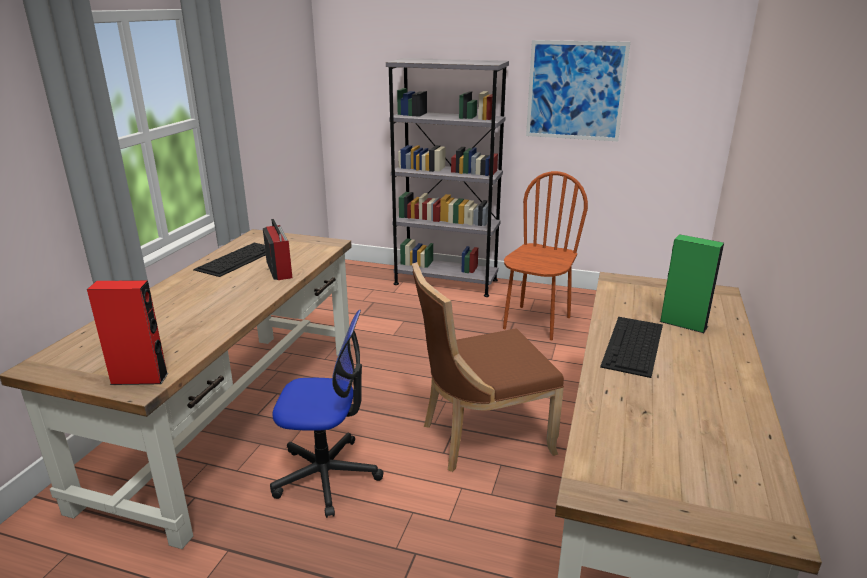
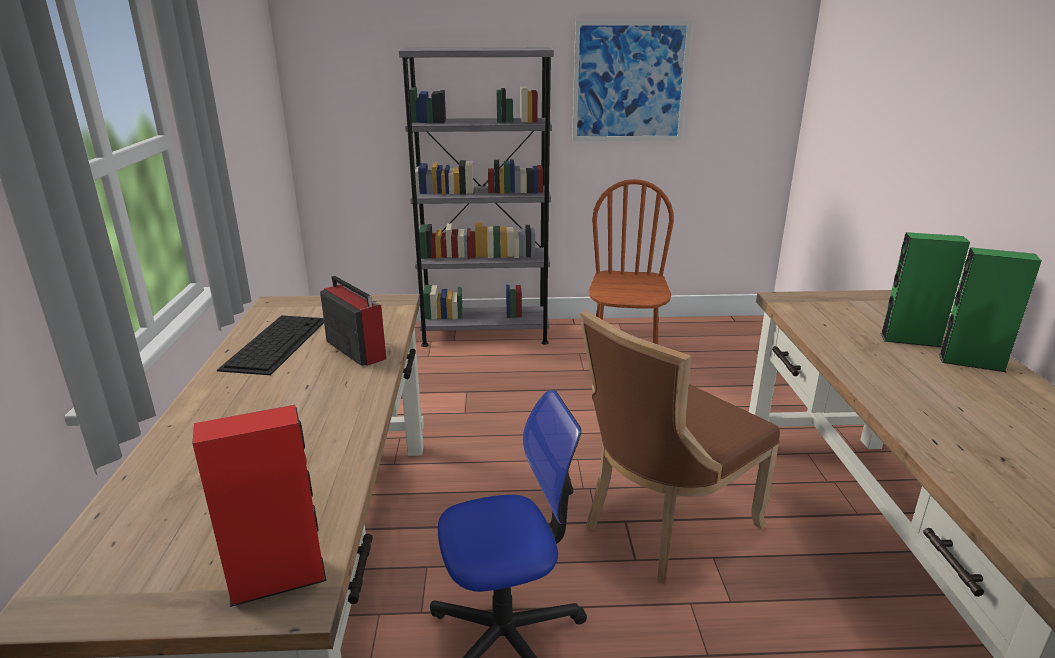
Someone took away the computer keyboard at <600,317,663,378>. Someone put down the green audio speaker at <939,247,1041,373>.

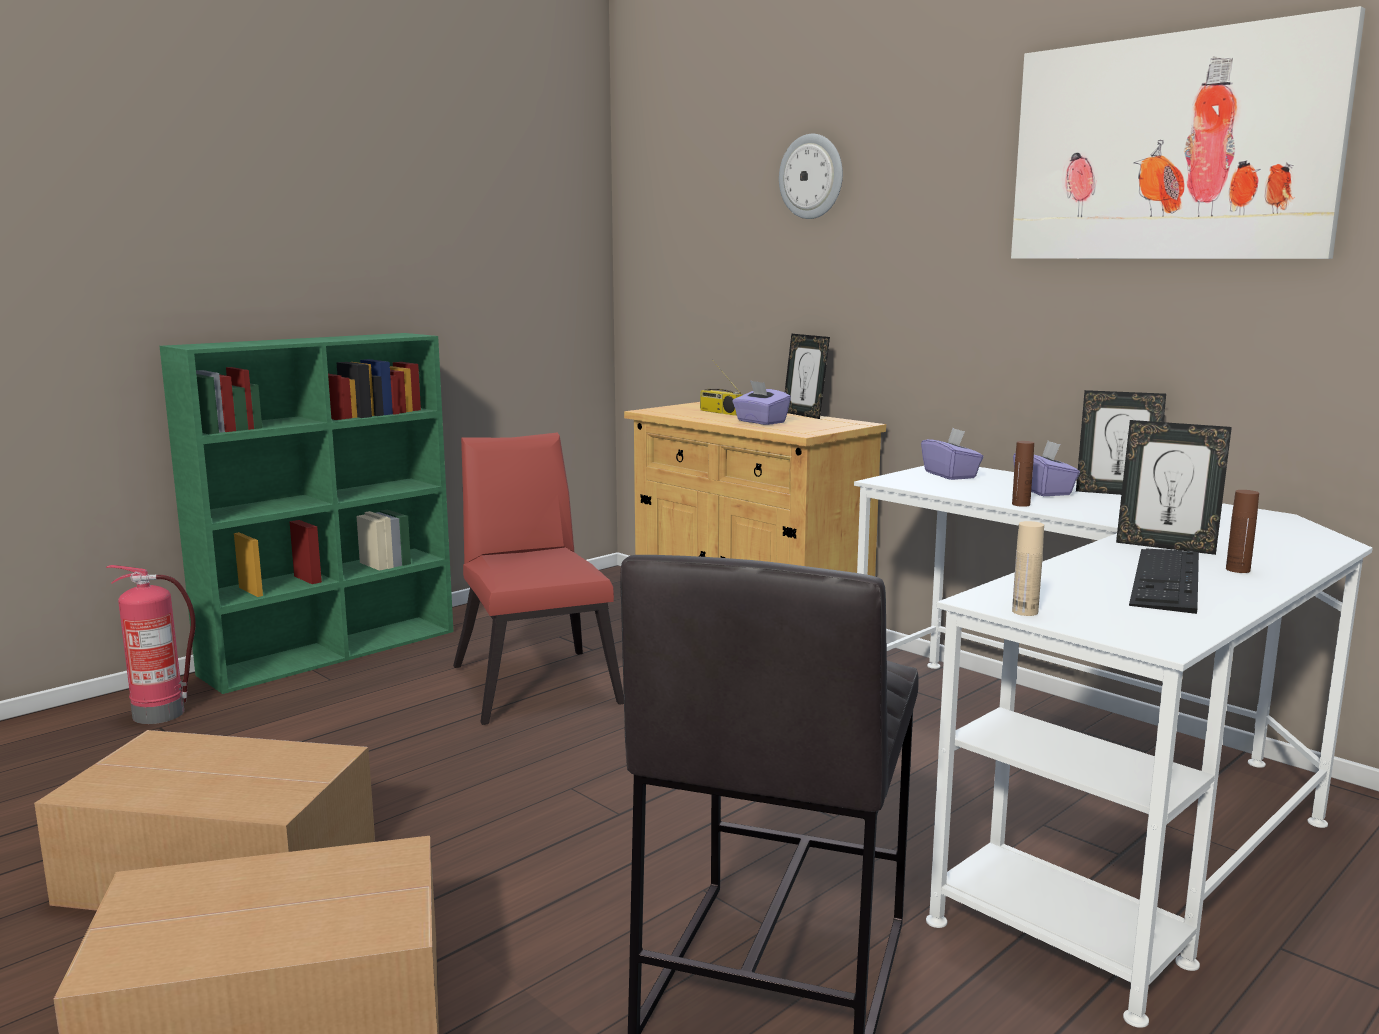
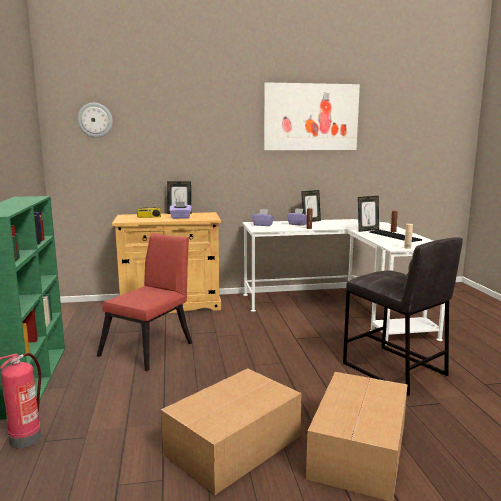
Someone carried the wall clock from <779,134,843,219> to <77,103,113,138>. Someone rotated the red-coloured upright chair at <453,433,624,725> by 105 degrees clockwise.

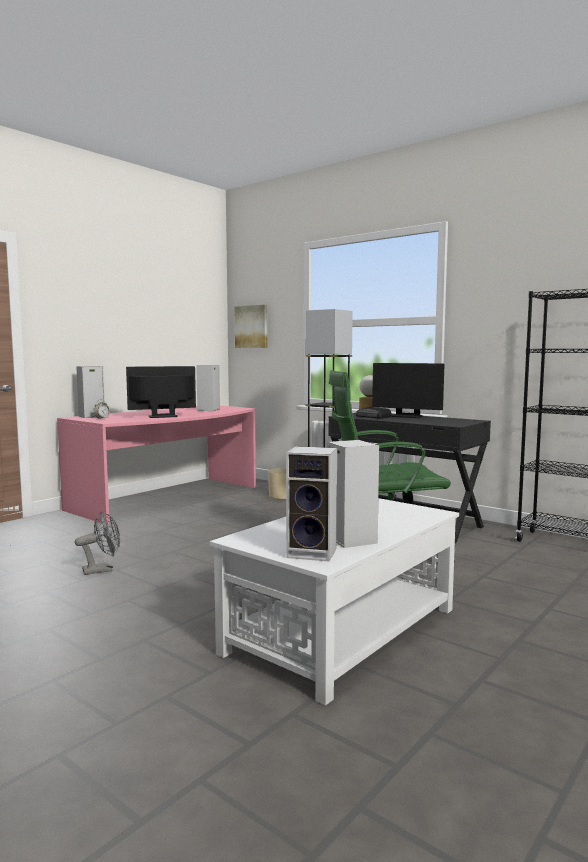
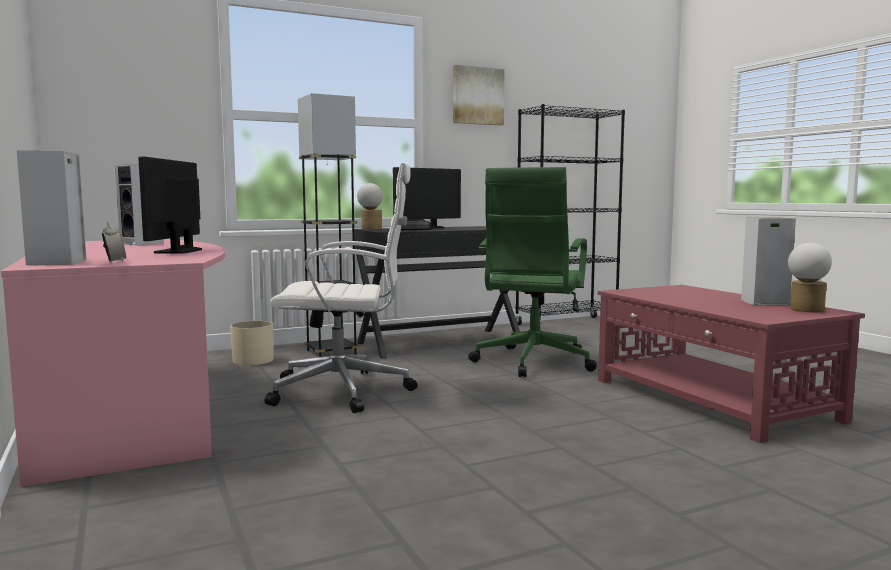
Someone carried the wall art from <234,304,267,348> to <453,65,504,126>. Someone swapped the audio speaker at <286,446,337,562> for the table lamp at <788,243,832,312>. Someone repainted the white lounge table at <210,498,459,706>, which became the red-coloured lounge table at <598,285,865,443>. Someone took away the greyish cooling fan at <75,511,120,575>. Someone put down the white desk chair at <265,163,417,413>.

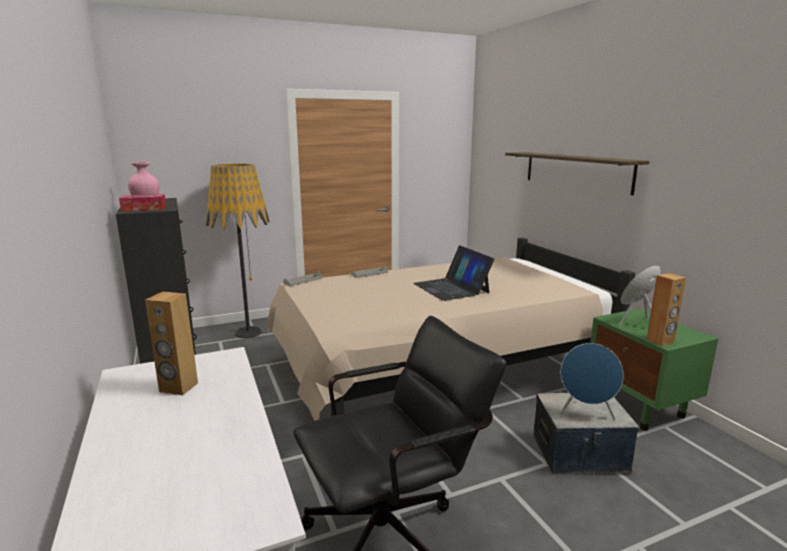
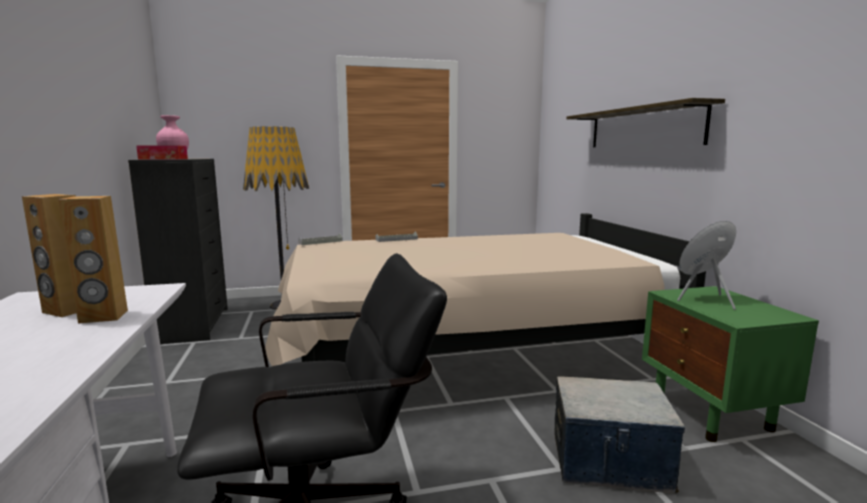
Someone took away the portable computer at <413,245,494,301>. Someone carried the brown audio speaker from <646,273,686,346> to <58,196,128,324>. Someone took away the bluish audio speaker at <559,343,624,420>.

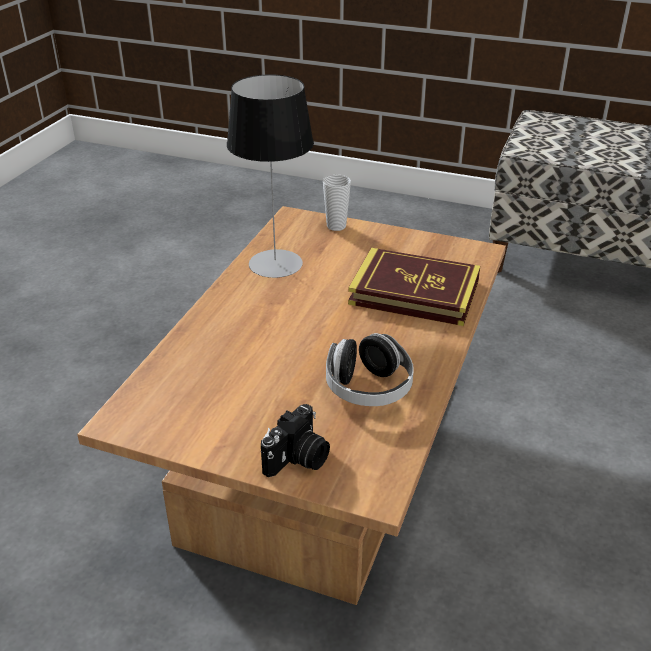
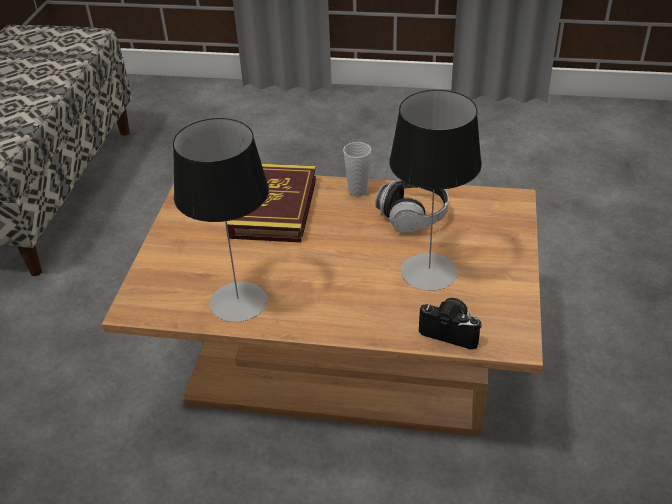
Someone carried the small cup from <323,175,351,231> to <343,142,371,196>. Someone carried the still camera from <261,404,330,477> to <419,298,482,349>. Someone put down the table lamp at <389,90,482,291>.

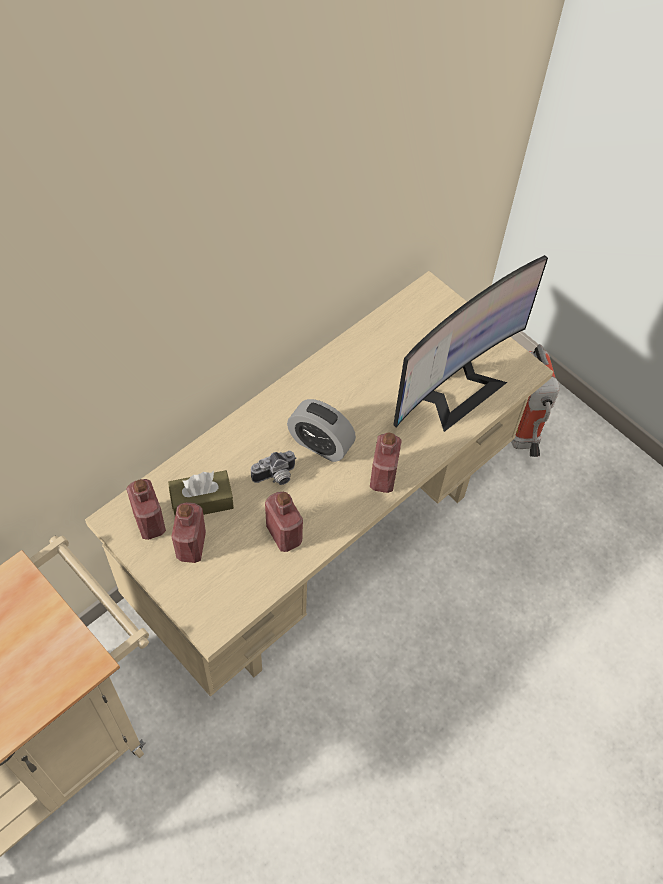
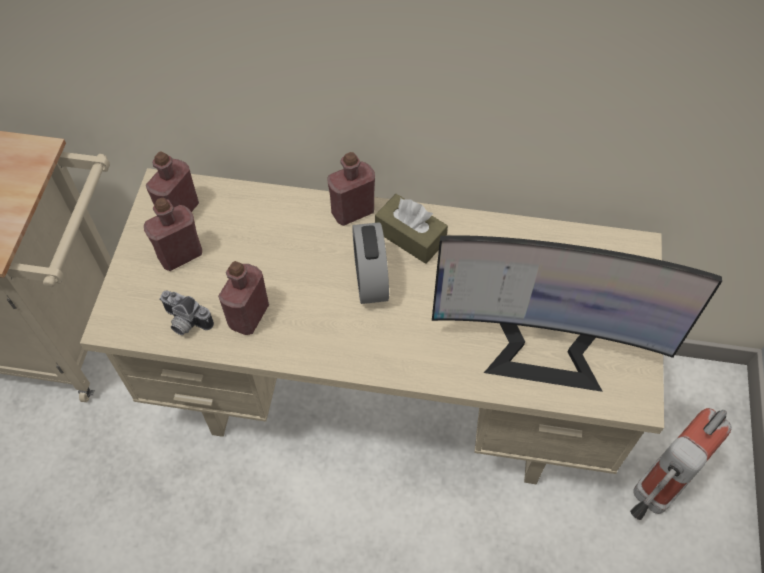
Someone carried the red-coloured beverage bottle from <370,432,402,493> to <327,152,375,226>. Someone carried the still camera from <251,451,297,485> to <160,291,214,335>. Someone carried the brown box of tissues from <168,470,234,515> to <375,194,448,264>.

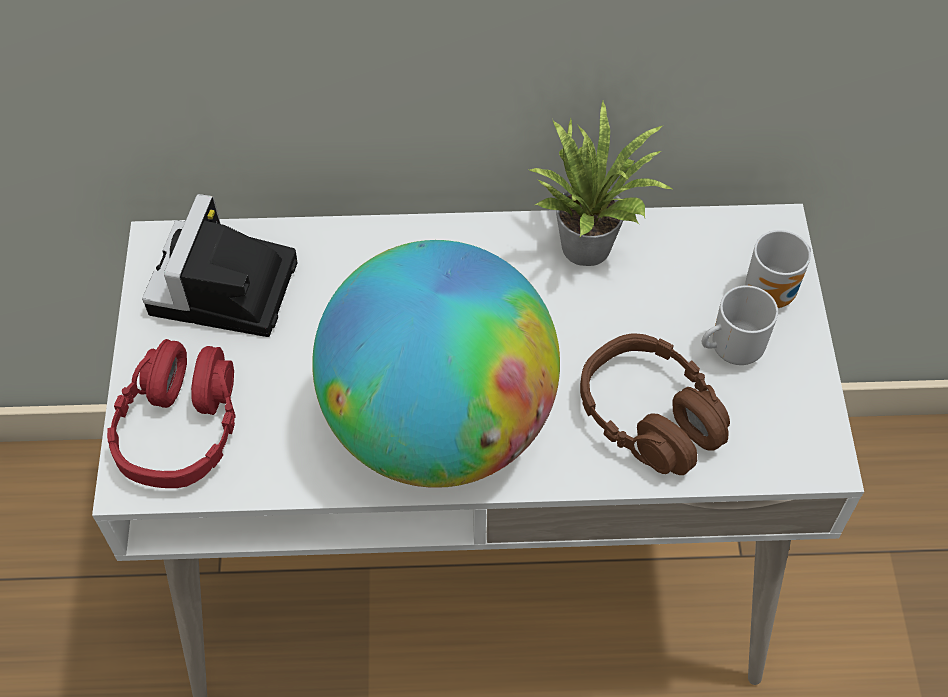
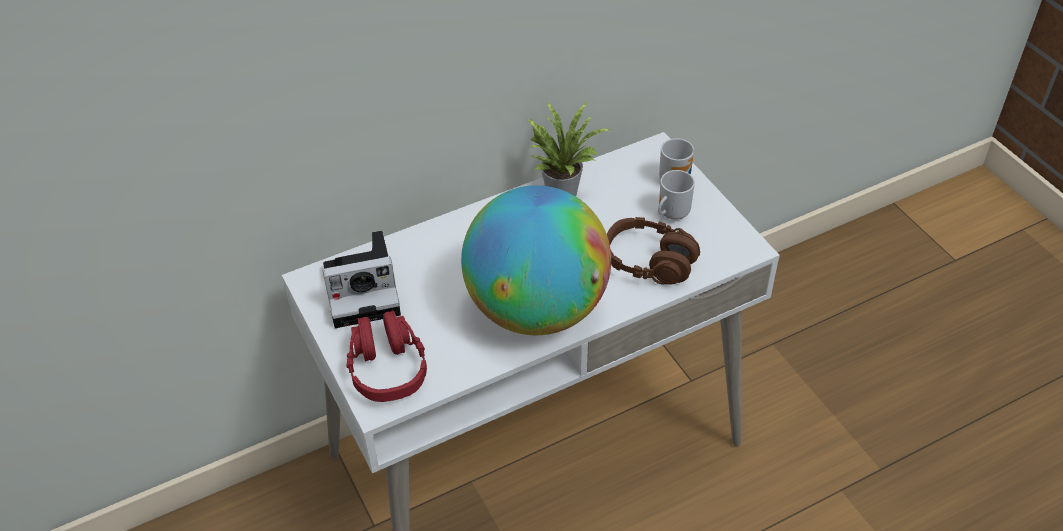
Someone rotated the still camera at <142,194,298,337> by 90 degrees counterclockwise.

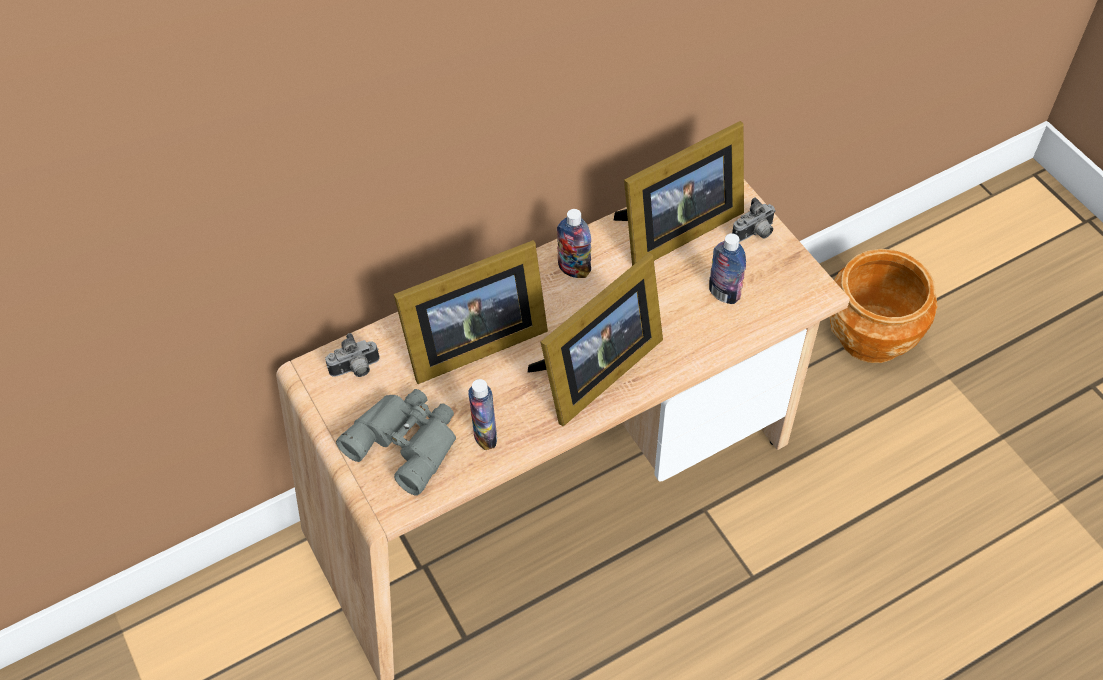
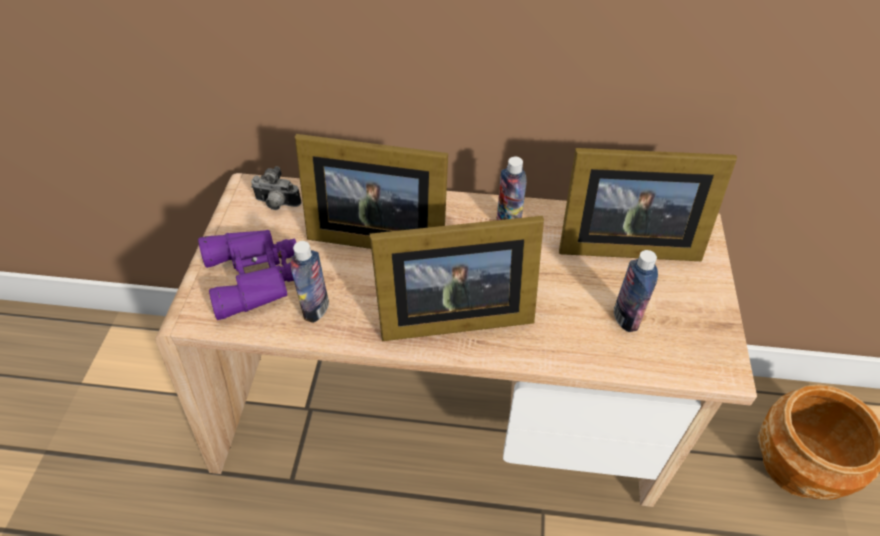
Someone took away the still camera at <732,197,776,242>. Someone repainted the greyish pair of binoculars at <336,389,456,496>, which became the purplish pair of binoculars at <198,230,296,320>.

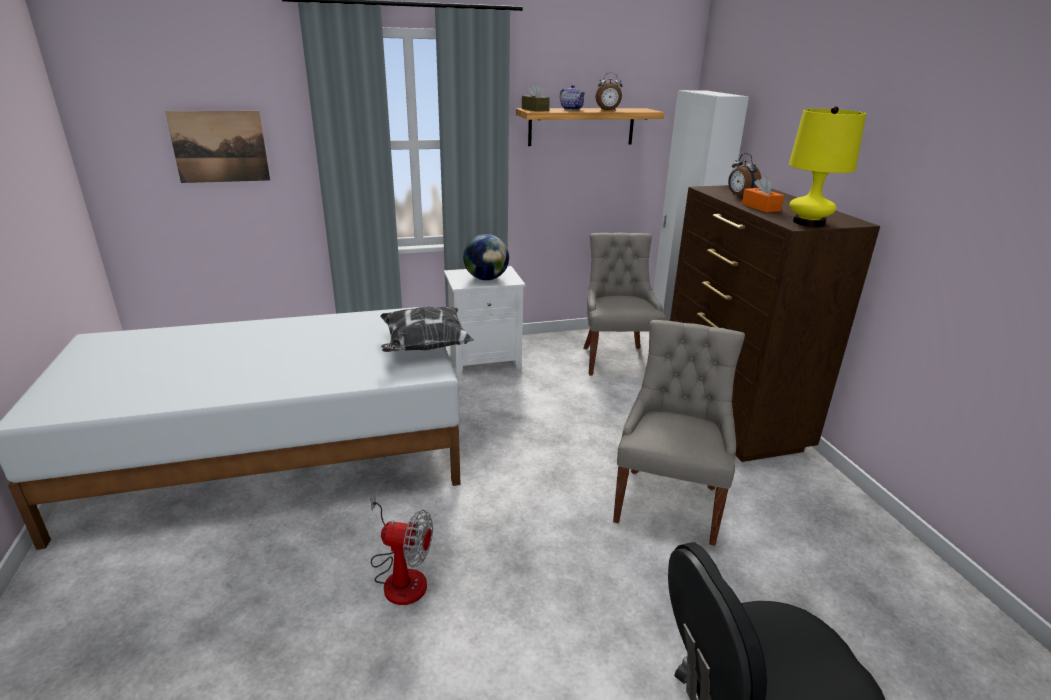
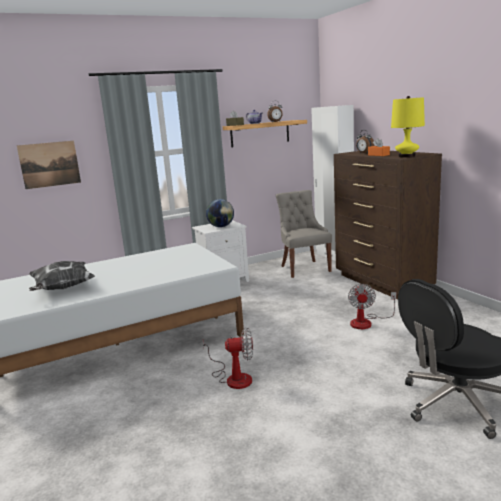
Someone carried the throw pillow from <380,306,474,352> to <29,261,95,291>. Someone swapped the greyish upright chair at <613,320,745,546> for the cooling fan at <348,284,396,329>.

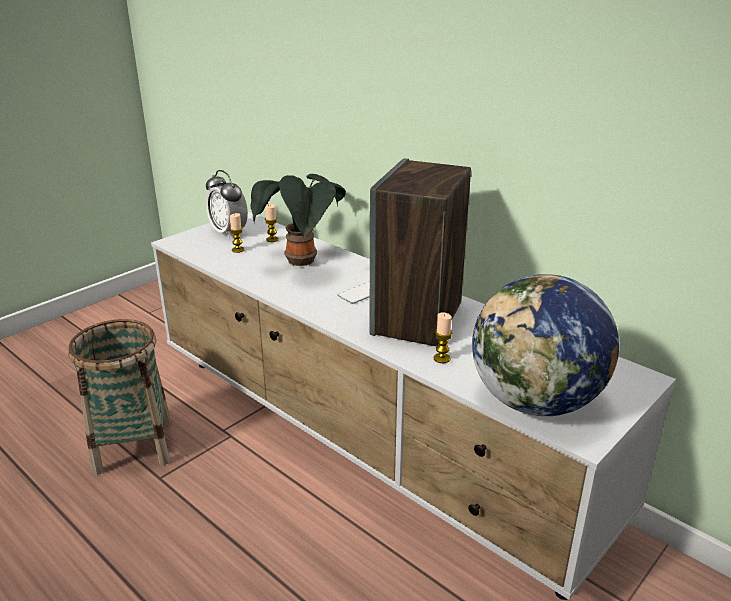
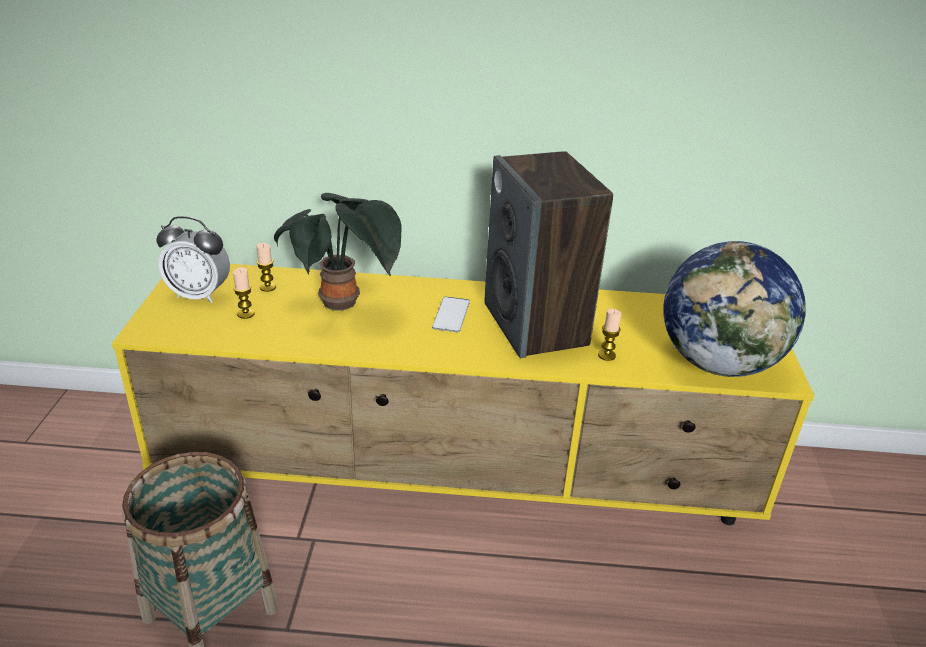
Someone repainted the white media console at <151,212,676,600>, which became the yellow-coloured media console at <112,264,815,525>.

